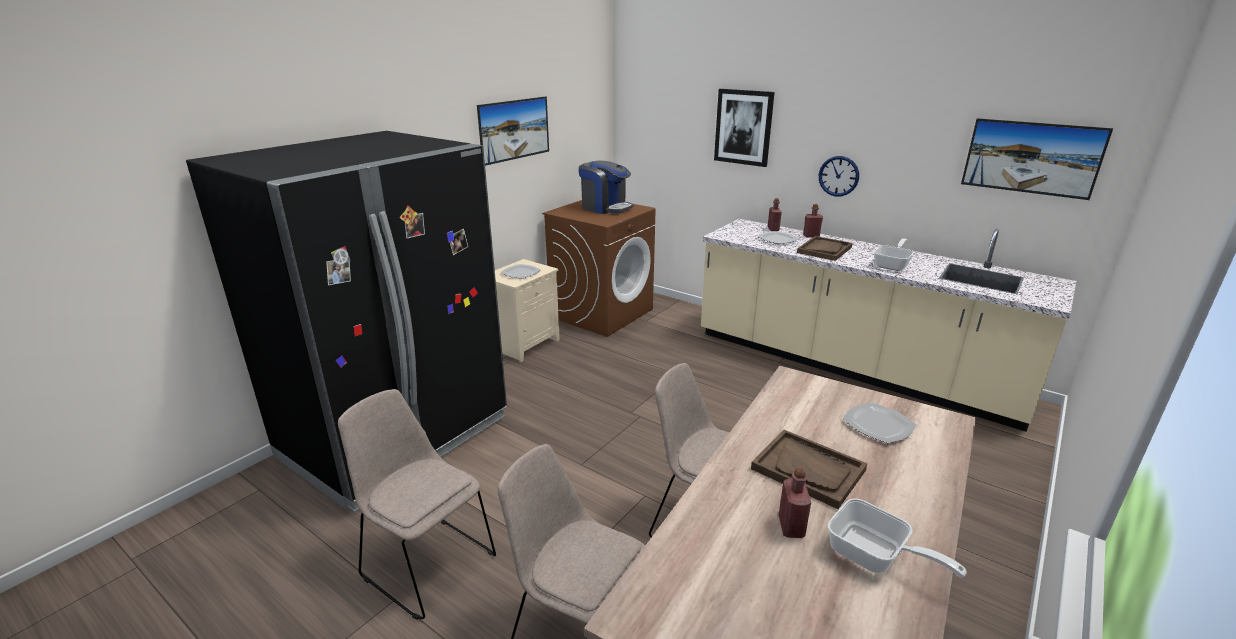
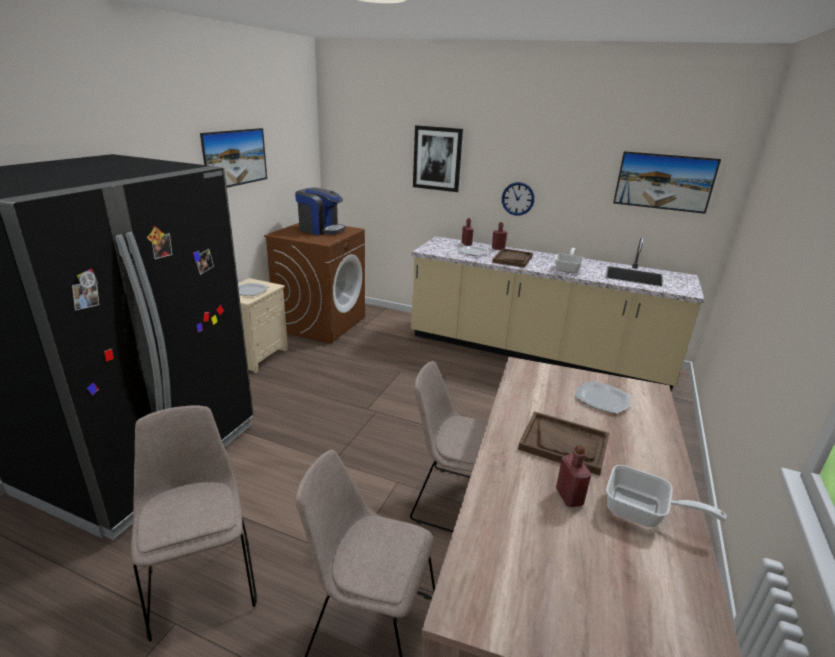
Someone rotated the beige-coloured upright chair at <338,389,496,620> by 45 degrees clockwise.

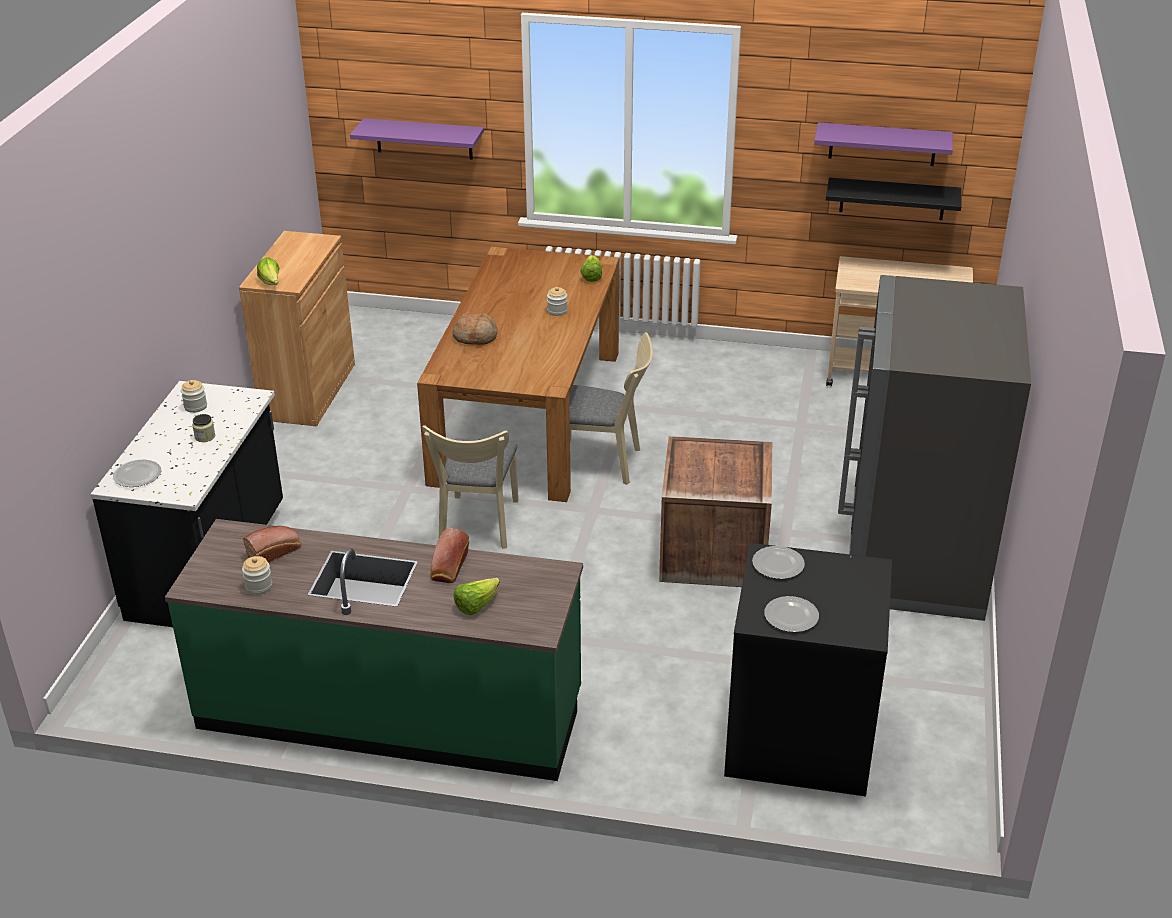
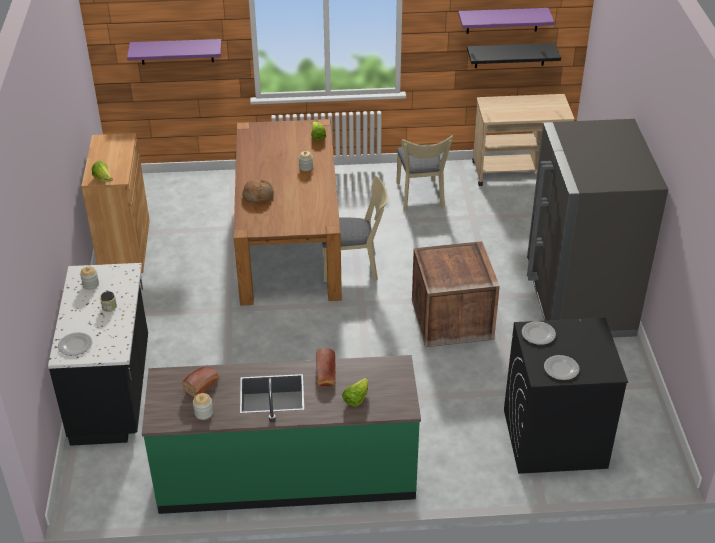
Someone carried the beige-coloured upright chair from <422,425,519,549> to <396,136,453,211>.

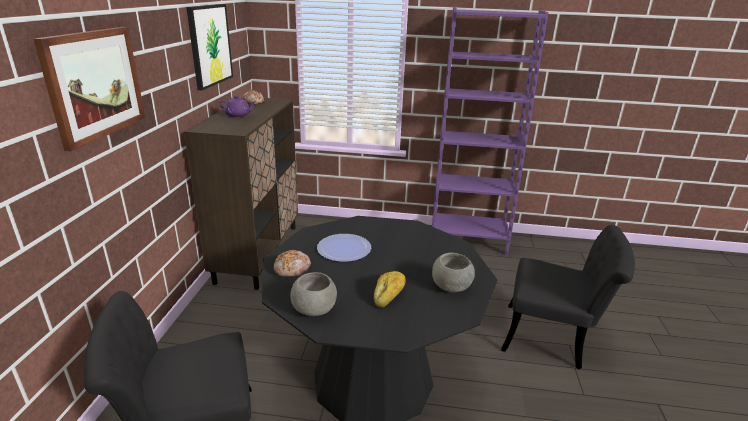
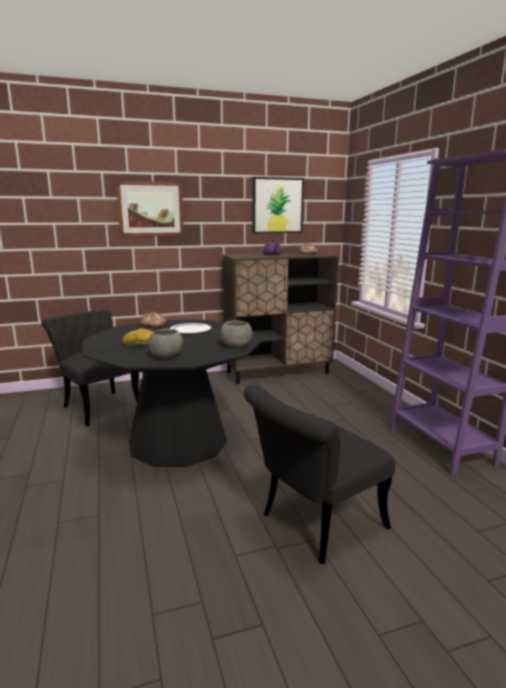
Someone rotated the black upright chair at <501,225,635,369> by 60 degrees clockwise. Someone carried the greyish bowl from <290,272,337,316> to <220,320,252,347>.

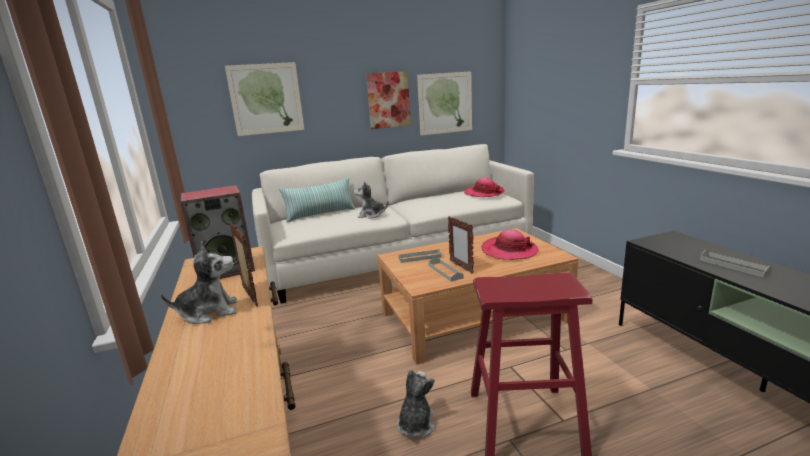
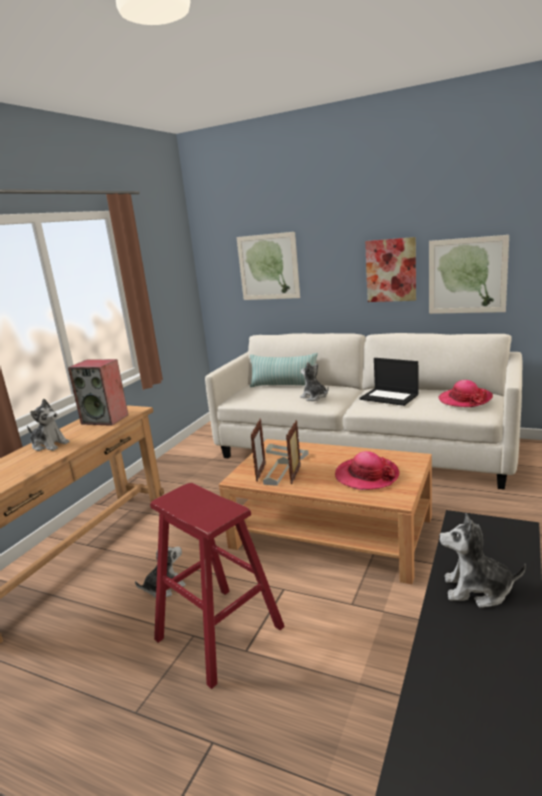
Someone carried the standing frame from <230,221,258,307> to <251,419,266,482>. Someone swapped the greyish serving tray at <700,249,773,278> for the soft toy at <439,513,526,608>. Someone put down the portable computer at <360,358,419,406>.

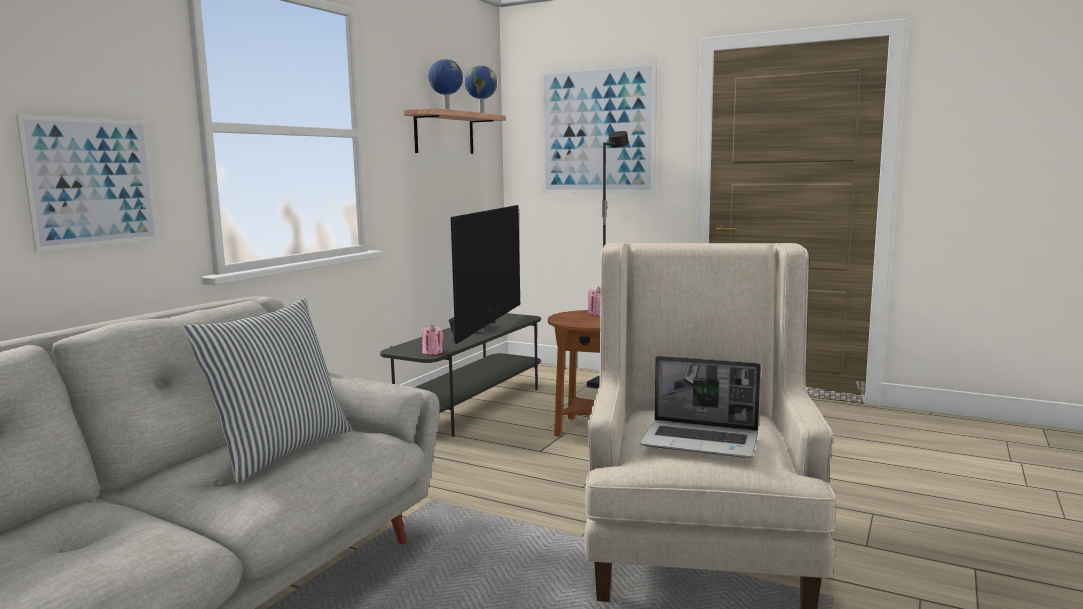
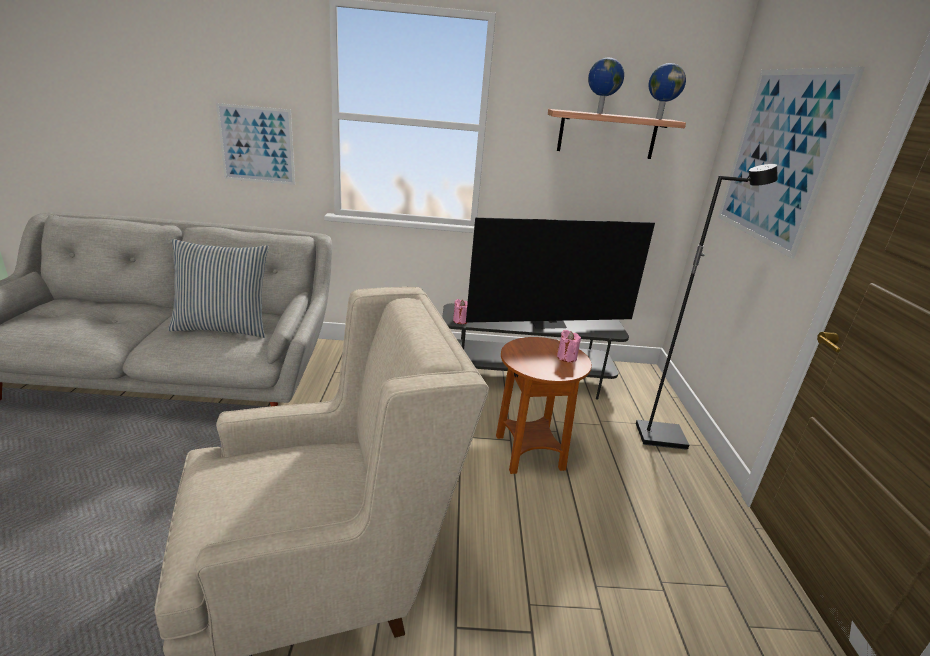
Someone took away the portable computer at <640,356,761,458>.

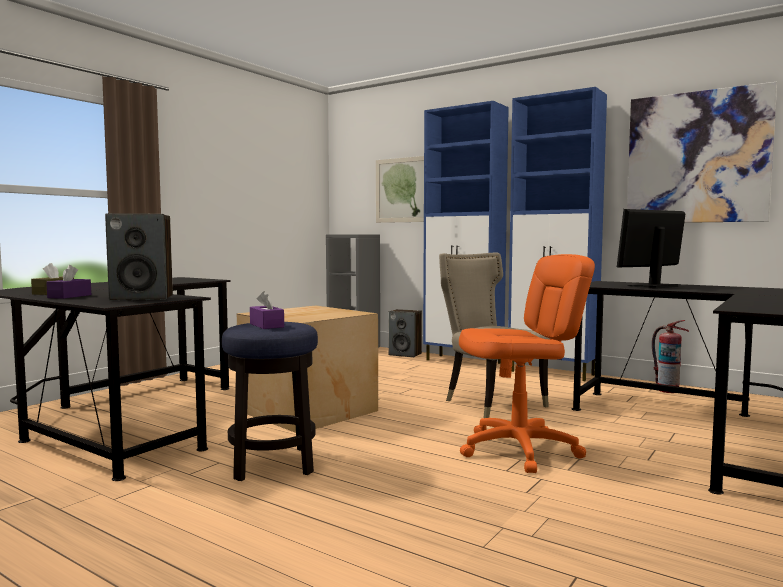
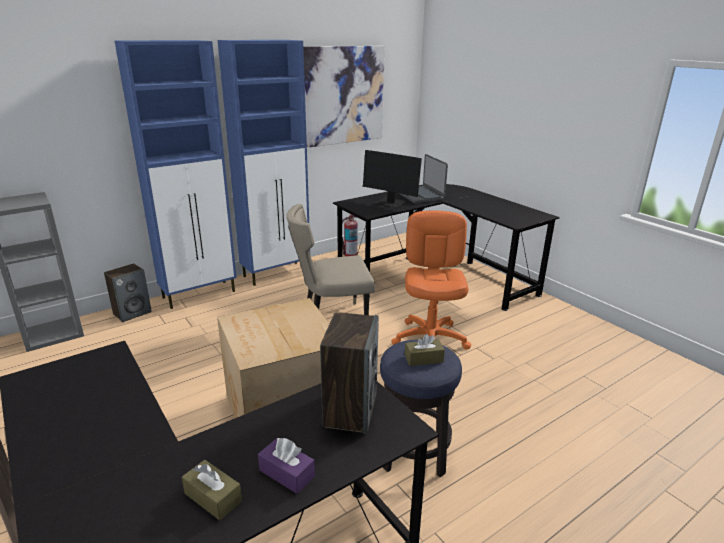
Someone took away the wall art at <376,156,424,223>. Someone rotated the monitor at <617,209,685,289> by 45 degrees counterclockwise. Someone repainted the purplish box of tissues at <250,291,284,329>, which became the brown box of tissues at <405,334,445,366>. Someone put down the portable computer at <399,154,448,203>.

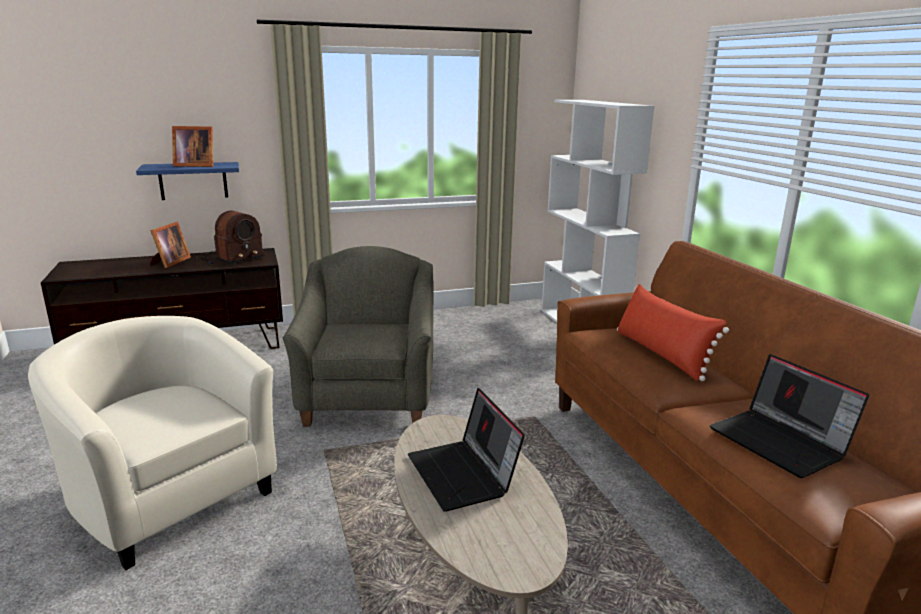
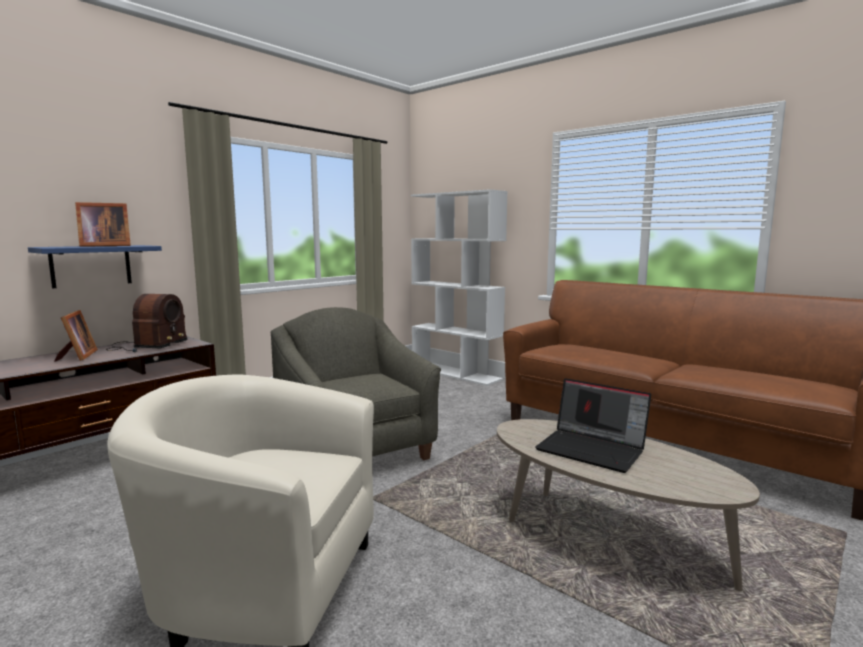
Someone took away the red-coloured throw pillow at <617,284,729,381>. Someone took away the portable computer at <710,354,869,478>.

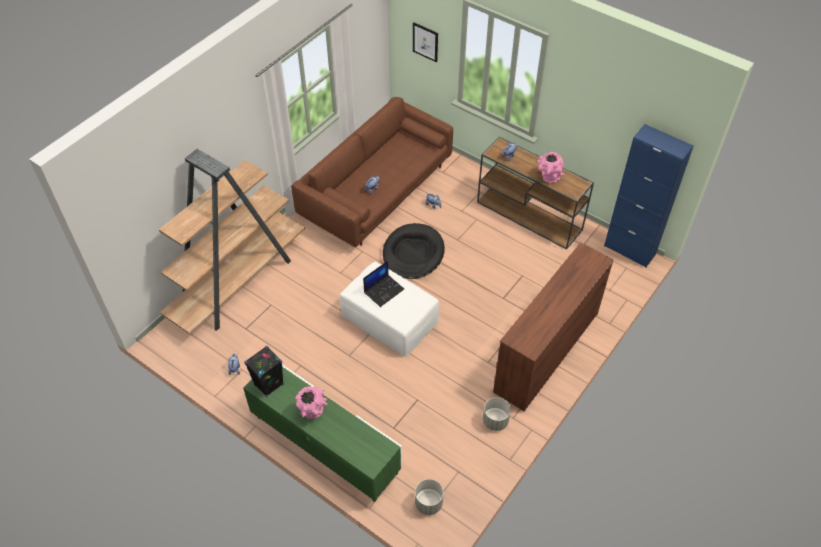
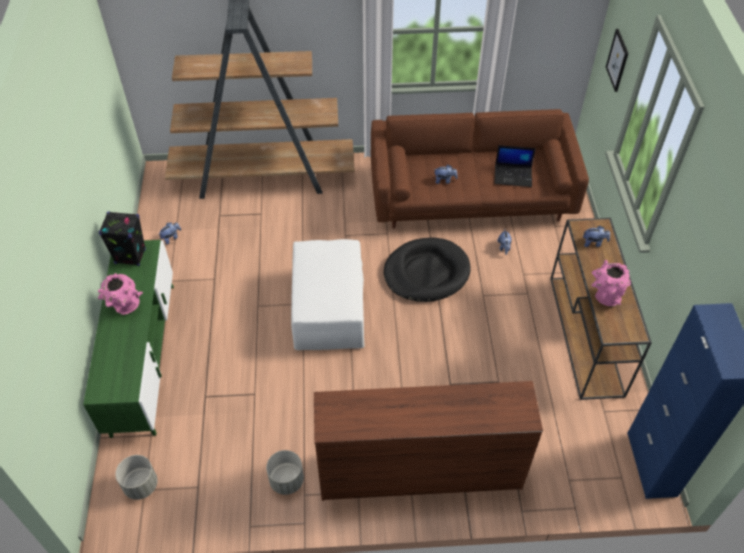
Someone carried the portable computer from <363,261,404,307> to <494,145,536,187>.

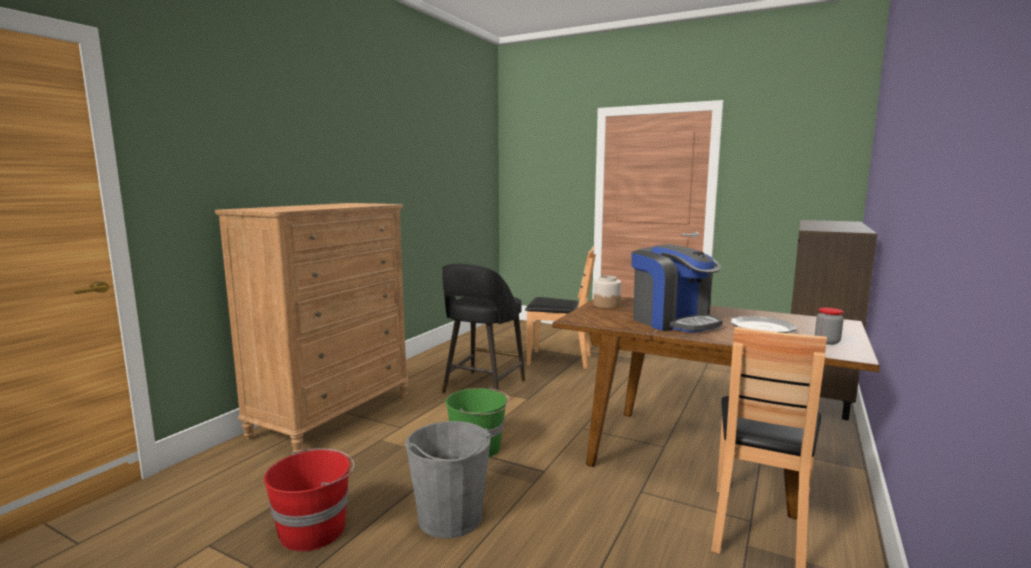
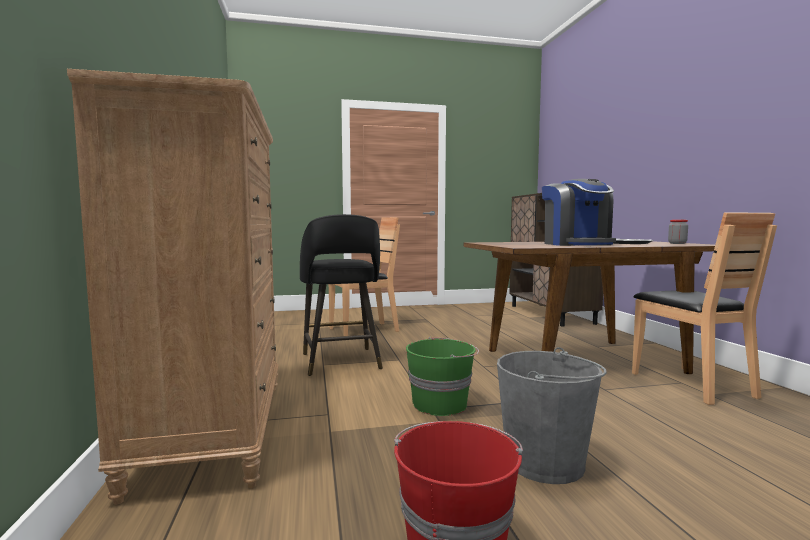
Someone rotated the coffee maker at <632,244,723,333> by 60 degrees clockwise. Someone took away the storage jar at <594,275,621,308>.

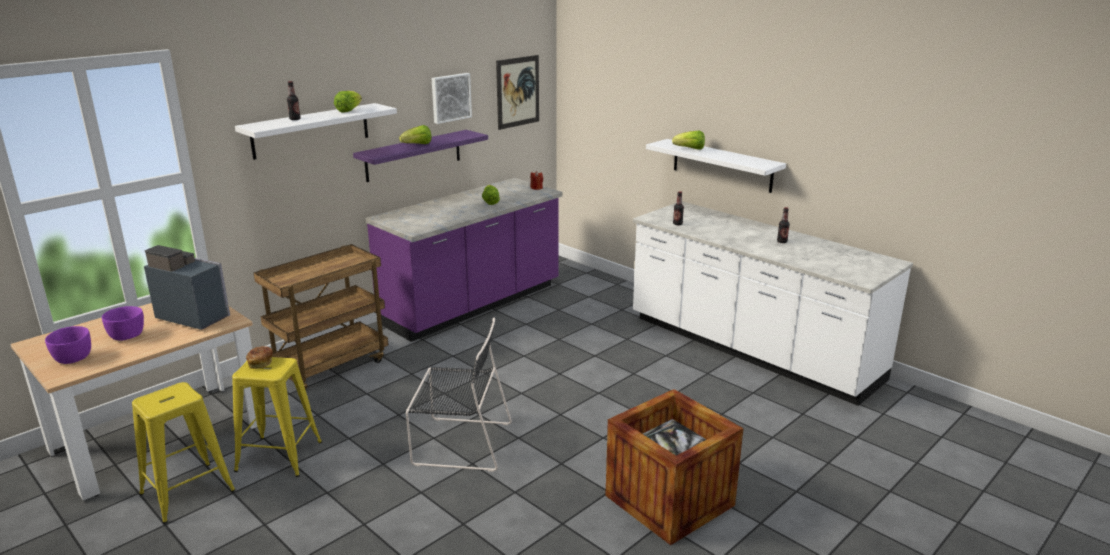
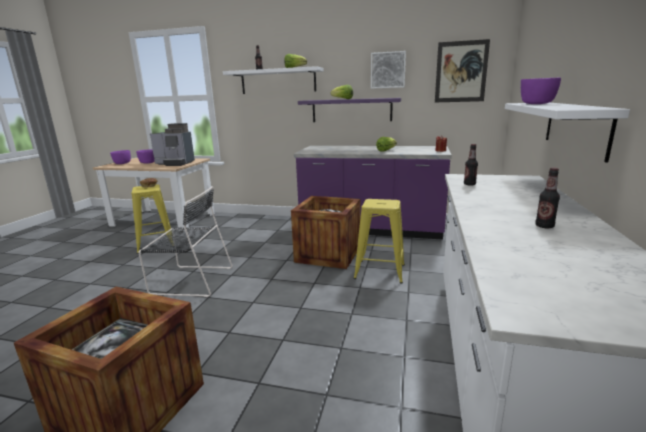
Someone swapped the head of lettuce at <672,131,705,150> for the purplish bowl at <521,77,561,104>. Someone took away the brown trolley at <254,244,388,390>. Someone rotated the coffee maker at <144,245,230,330> by 105 degrees clockwise. Someone rotated the black upright chair at <406,318,512,472> by 60 degrees counterclockwise. Someone carried the yellow-coloured stool from <132,382,235,524> to <354,199,405,284>. Someone put down the shipping crate at <291,196,360,269>.

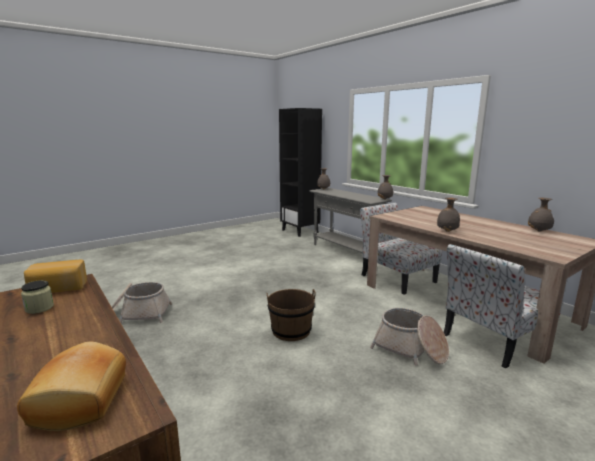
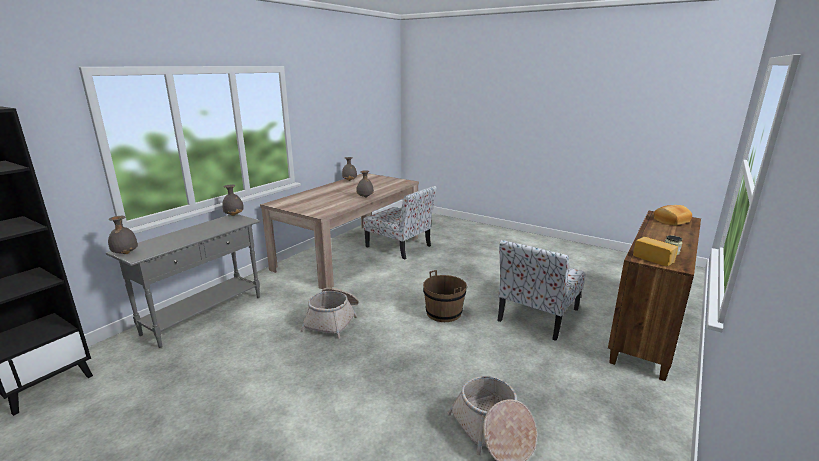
Someone carried the upright chair from <360,202,442,295> to <497,240,585,341>. Someone carried the basket from <370,308,449,365> to <300,288,359,339>.

